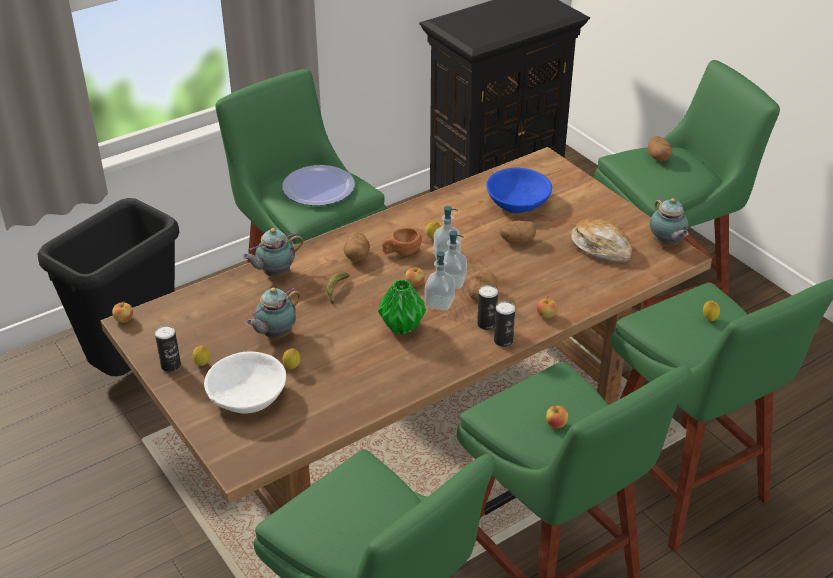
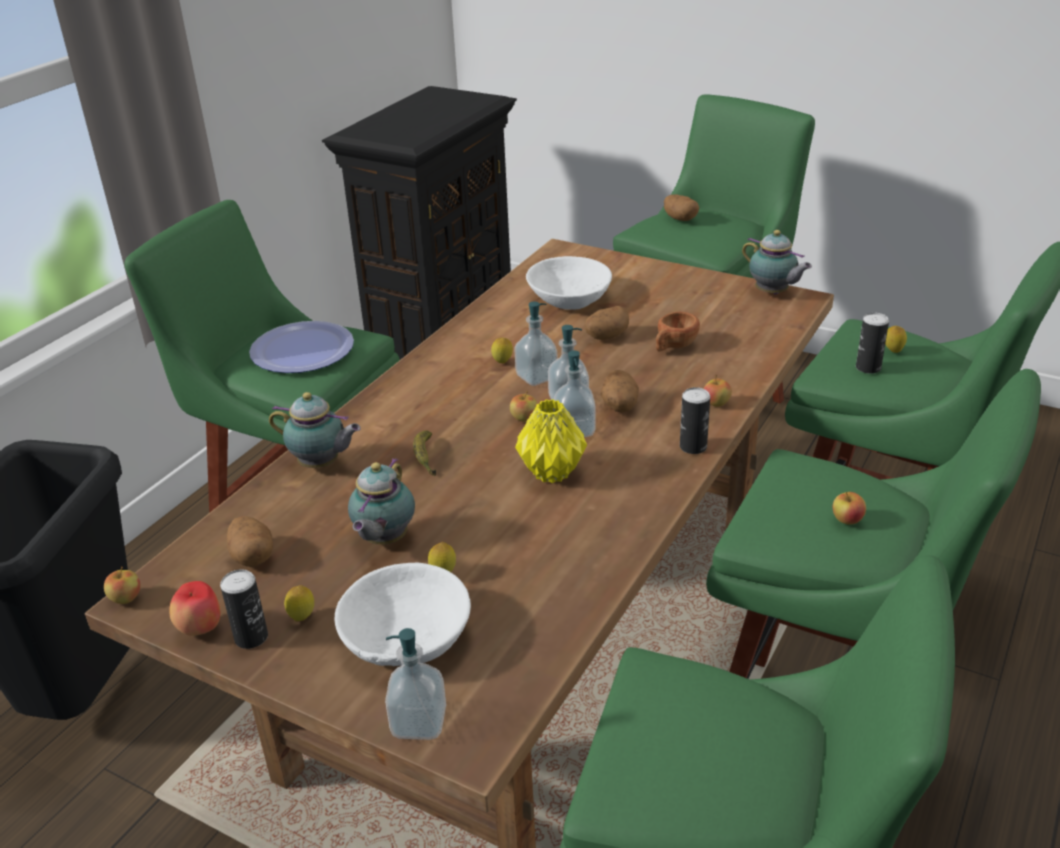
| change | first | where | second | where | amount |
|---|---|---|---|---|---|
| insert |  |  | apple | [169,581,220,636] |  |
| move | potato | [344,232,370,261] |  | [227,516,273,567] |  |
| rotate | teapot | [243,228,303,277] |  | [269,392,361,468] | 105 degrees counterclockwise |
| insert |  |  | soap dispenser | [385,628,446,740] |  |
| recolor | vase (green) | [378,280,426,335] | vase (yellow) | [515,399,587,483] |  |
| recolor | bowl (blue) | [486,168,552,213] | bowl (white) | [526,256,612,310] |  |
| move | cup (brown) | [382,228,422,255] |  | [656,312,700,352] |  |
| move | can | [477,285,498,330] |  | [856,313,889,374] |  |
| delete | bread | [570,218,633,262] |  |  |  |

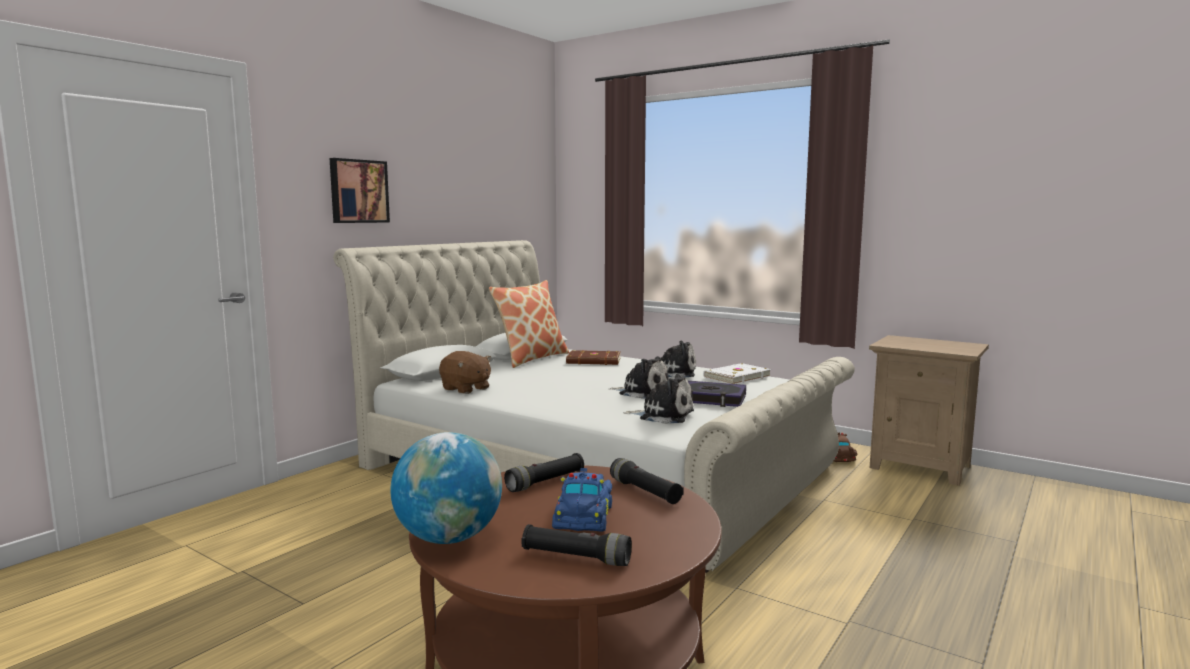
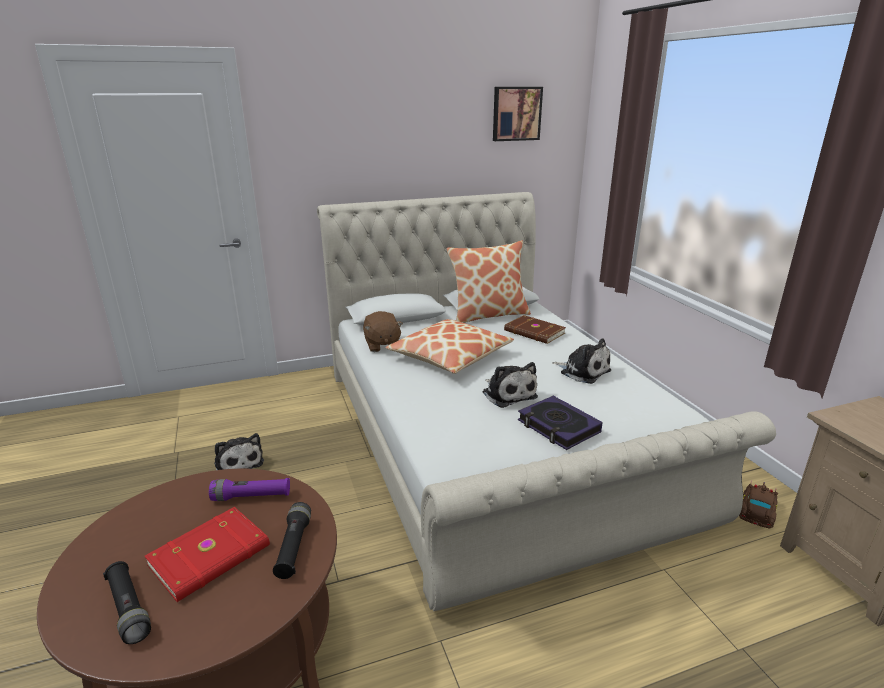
| change | first | where | second | where | amount |
|---|---|---|---|---|---|
| replace | toy car (blue) | [552,468,612,532] | book (red) | [145,507,270,602] |  |
| recolor | flashlight (black) | [504,453,584,492] | flashlight (purple) | [209,478,290,501] |  |
| move | plush toy | [624,374,694,424] |  | [214,433,264,470] |  |
| insert |  |  | pillow | [386,319,514,374] |  |
| move | picture | [330,158,390,223] |  | [493,87,543,141] |  |
| delete | globe | [390,432,502,544] |  |  |  |
| delete | book (white) | [703,363,771,384] |  |  |  |

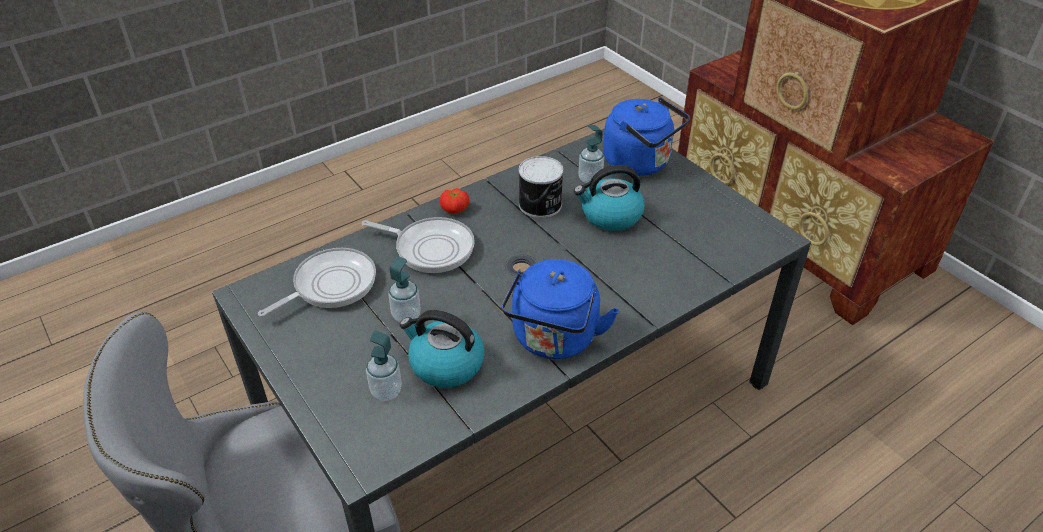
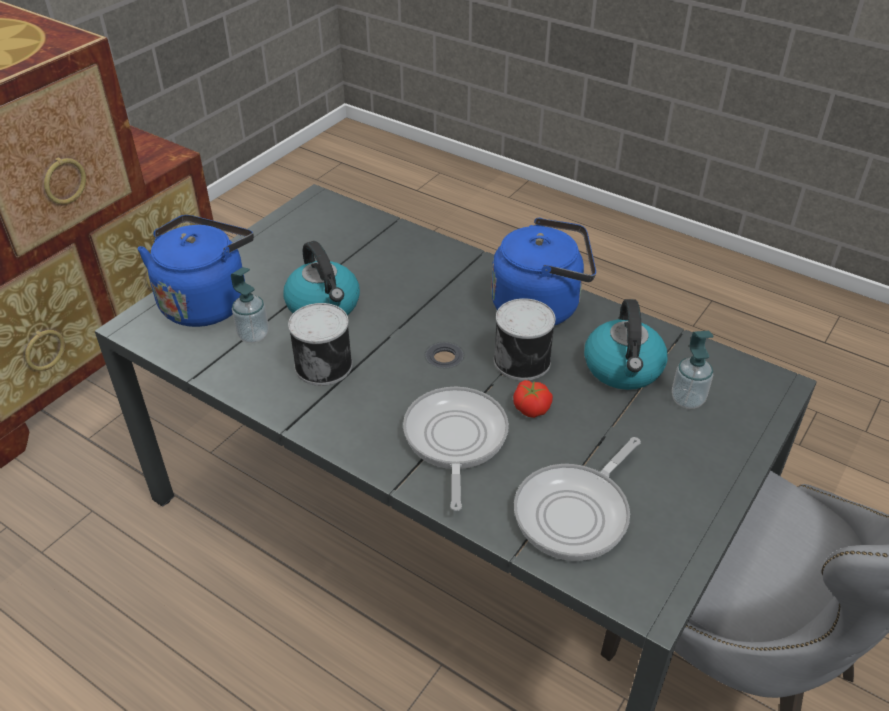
| change | first | where | second | where | amount |
|---|---|---|---|---|---|
| insert |  |  | can | [494,298,556,381] |  |
| move | tomato | [440,188,470,214] |  | [513,380,553,418] |  |
| rotate | frying pan | [258,248,376,317] |  | [514,437,641,561] | 75 degrees counterclockwise |
| delete | soap dispenser | [389,256,420,323] |  |  |  |

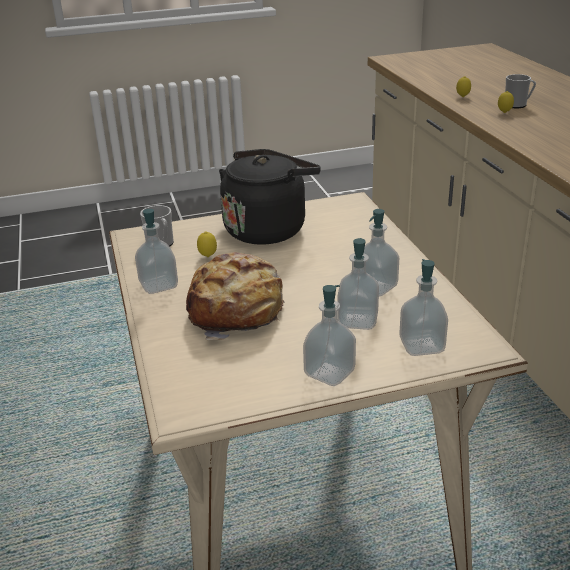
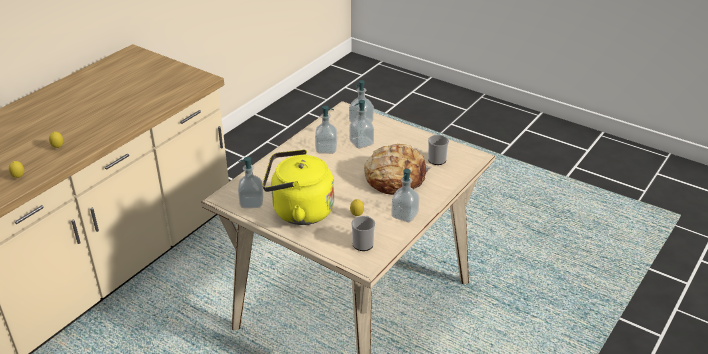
| change | first | where | second | where | amount |
|---|---|---|---|---|---|
| move | soap dispenser | [303,285,356,386] |  | [238,157,263,208] |  |
| recolor | kettle (black) | [219,149,321,244] | kettle (yellow) | [262,149,334,225] |  |
| move | mug | [505,74,536,108] |  | [428,135,449,165] |  |

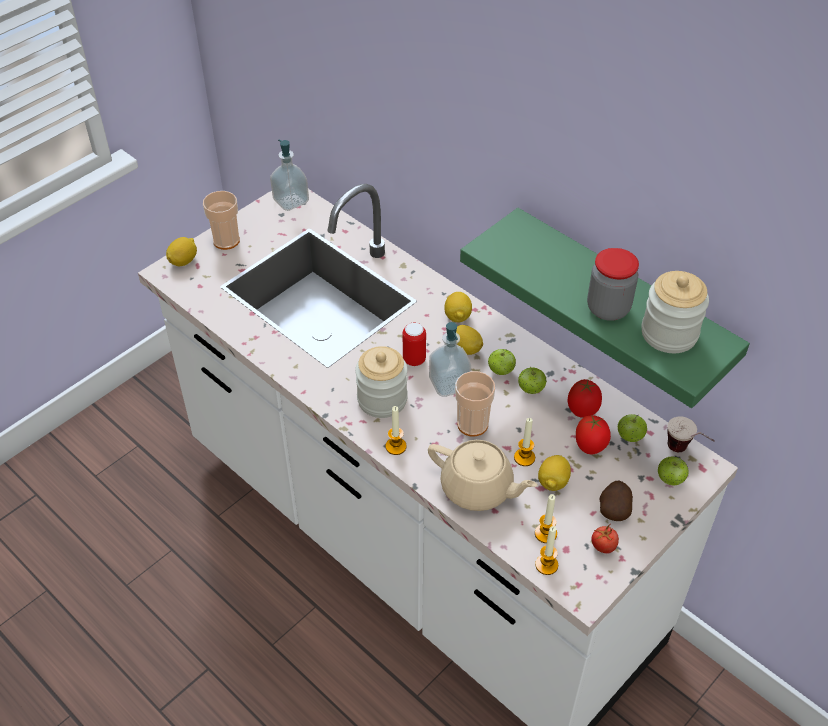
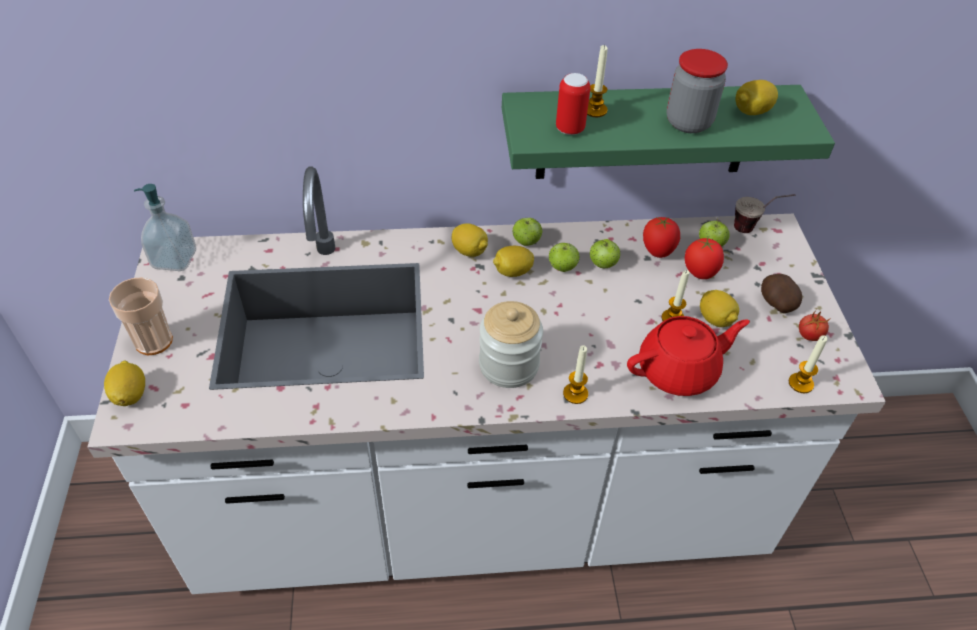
| change | first | where | second | where | amount |
|---|---|---|---|---|---|
| move | apple | [658,457,689,485] |  | [513,218,542,246] |  |
| move | can | [403,323,426,366] |  | [556,73,590,135] |  |
| move | candle | [535,494,557,543] |  | [587,45,608,117] |  |
| recolor | teapot (beige) | [428,440,538,511] | teapot (red) | [627,316,750,396] |  |
| replace | jar | [641,271,709,353] | lemon | [736,80,778,115] |  |
| delete | soap dispenser | [429,322,471,397] |  |  |  |
| delete | cup | [455,371,495,437] |  |  |  |

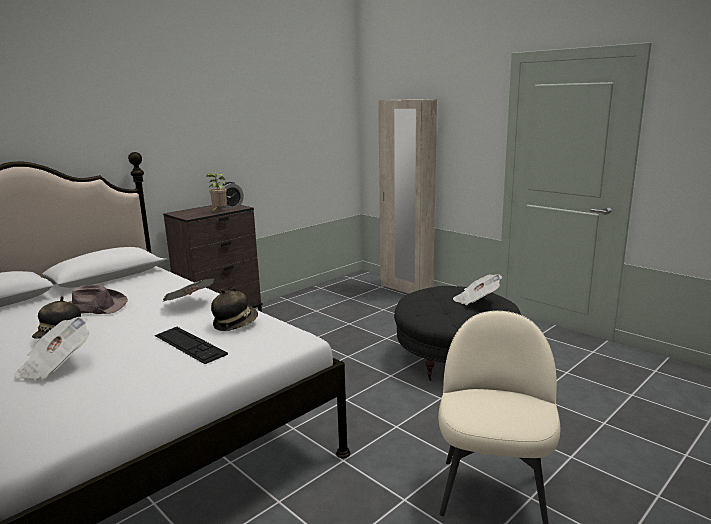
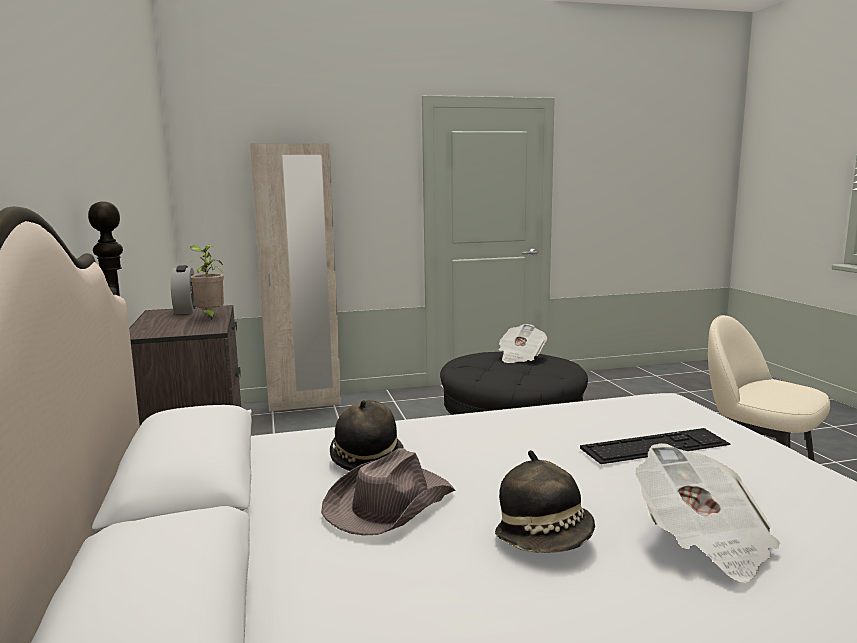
| change | first | where | second | where | amount |
|---|---|---|---|---|---|
| move | hat | [211,289,258,331] |  | [330,400,404,471] |  |
| delete | newspaper | [162,279,214,302] |  |  |  |

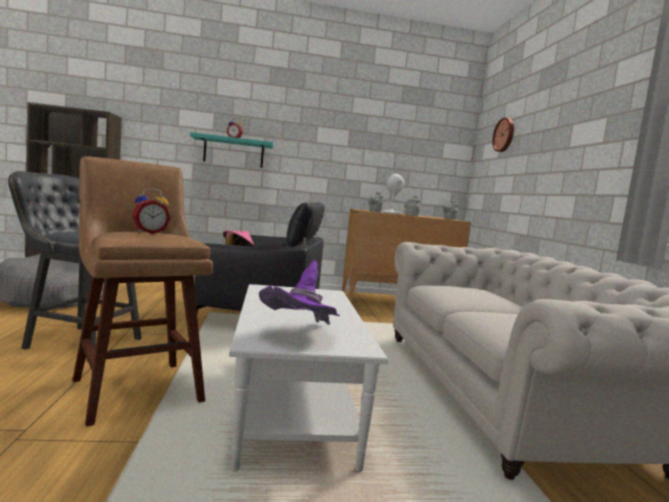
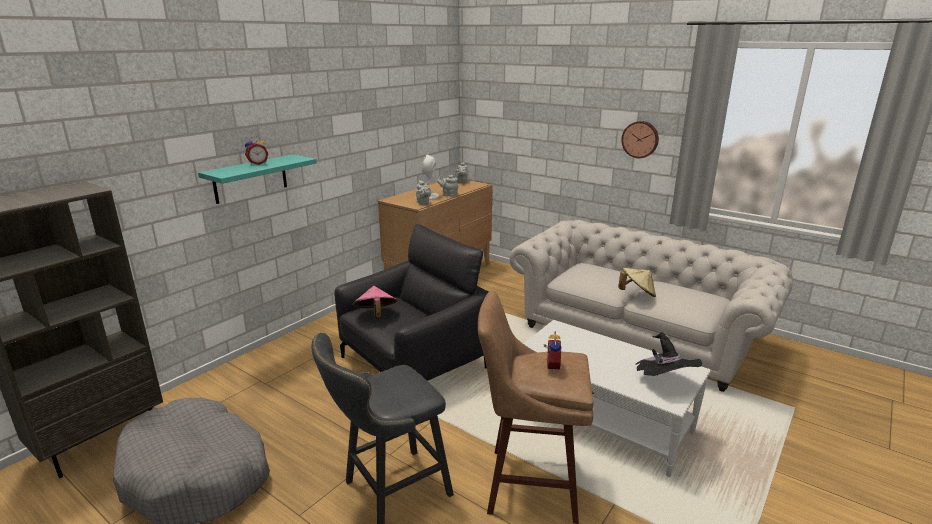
| change | first | where | second | where | amount |
|---|---|---|---|---|---|
| insert |  |  | hat (beige) | [618,268,656,297] |  |
| move | wall clock | [492,117,514,152] |  | [621,121,659,158] |  |
| recolor | hat (purple) | [259,260,340,324] | hat (black) | [635,332,702,376] |  |

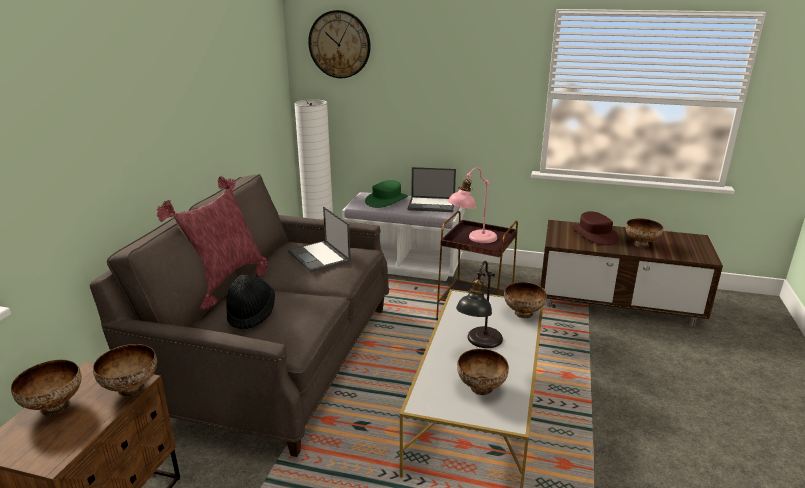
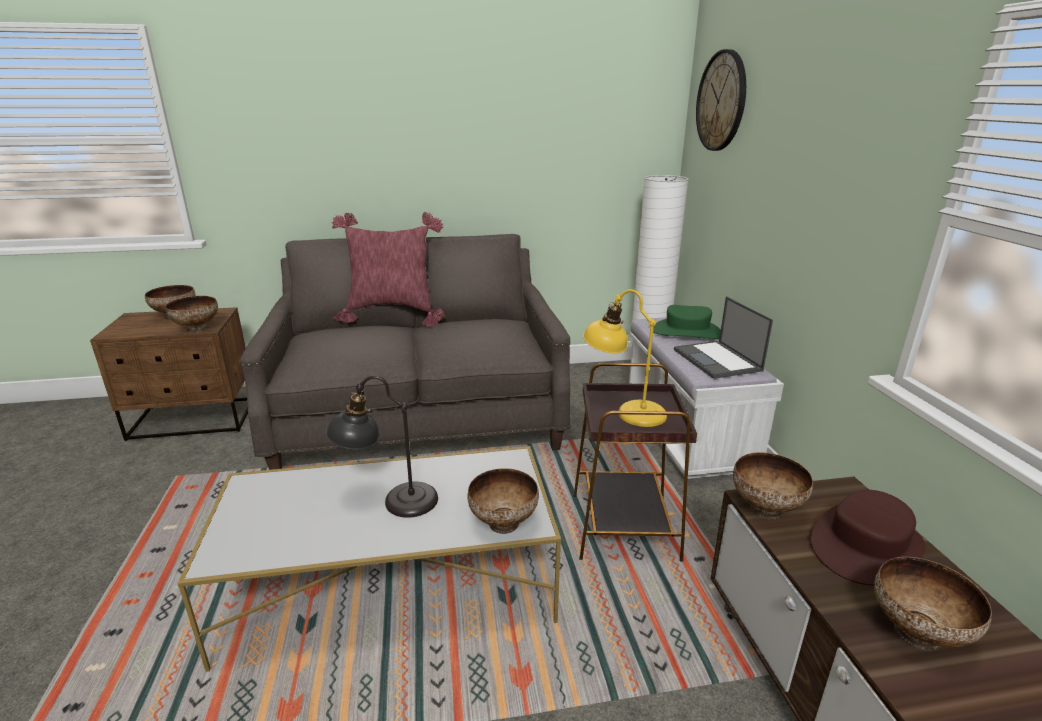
| change | first | where | second | where | amount |
|---|---|---|---|---|---|
| recolor | table lamp (pink) | [448,167,497,243] | table lamp (yellow) | [583,289,667,427] |  |
| move | bowl | [457,349,509,395] |  | [733,452,813,520] |  |
| delete | hat (black) | [226,275,275,329] |  |  |  |
| delete | laptop | [288,207,351,273] |  |  |  |

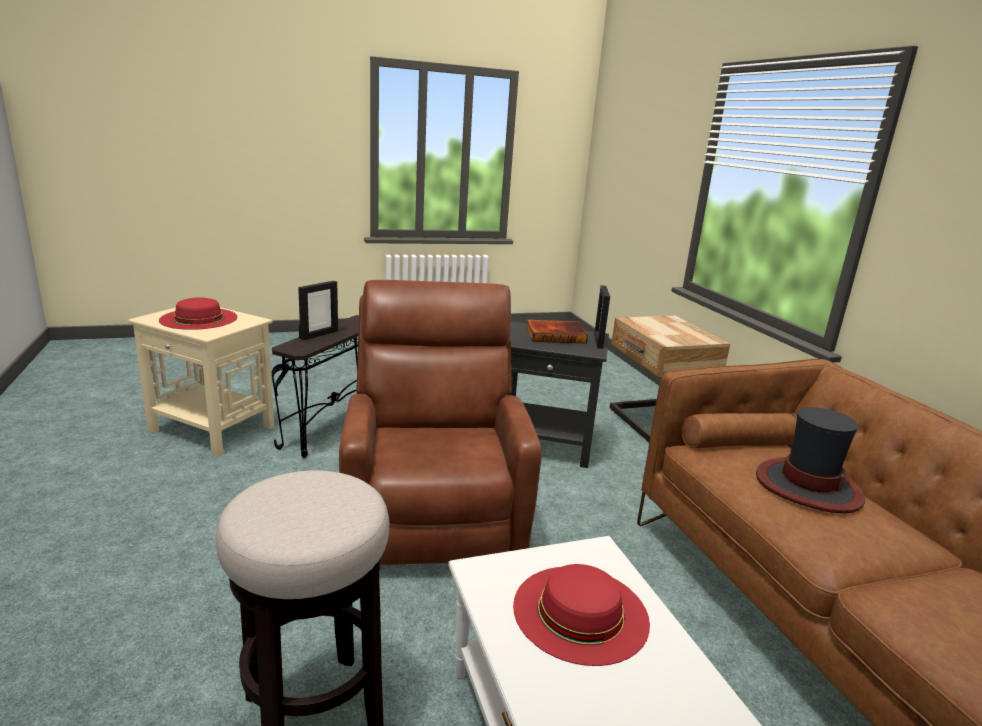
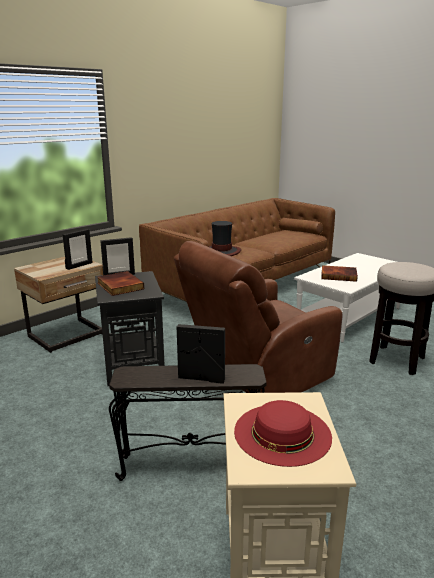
| change | first | where | second | where | amount |
|---|---|---|---|---|---|
| insert |  |  | picture frame | [63,229,93,270] |  |
| replace | hat (red) | [513,564,650,666] | book | [321,265,358,282] |  |

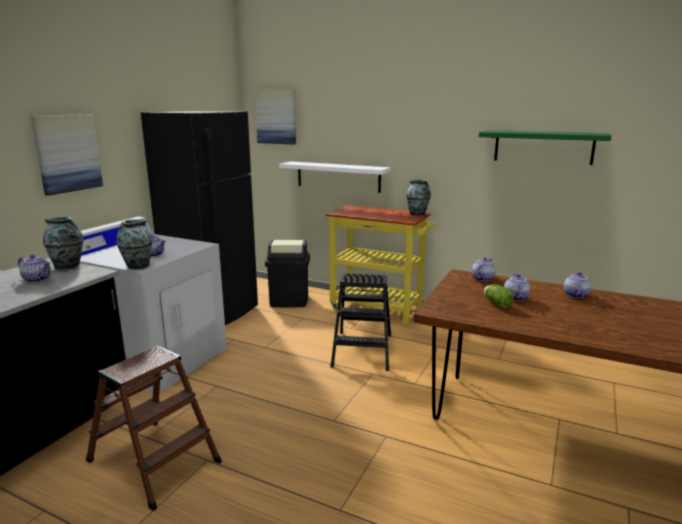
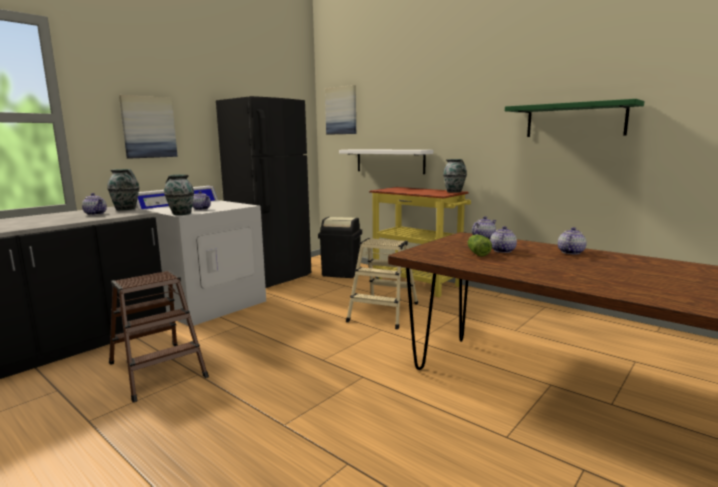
| change | first | where | second | where | amount |
|---|---|---|---|---|---|
| recolor | step ladder (black) | [330,273,391,371] | step ladder (beige) | [346,238,418,330] |  |

